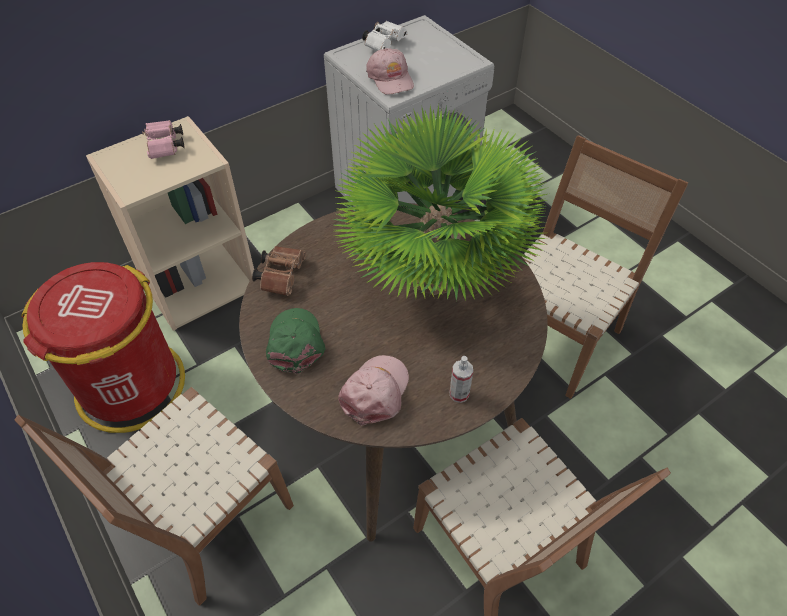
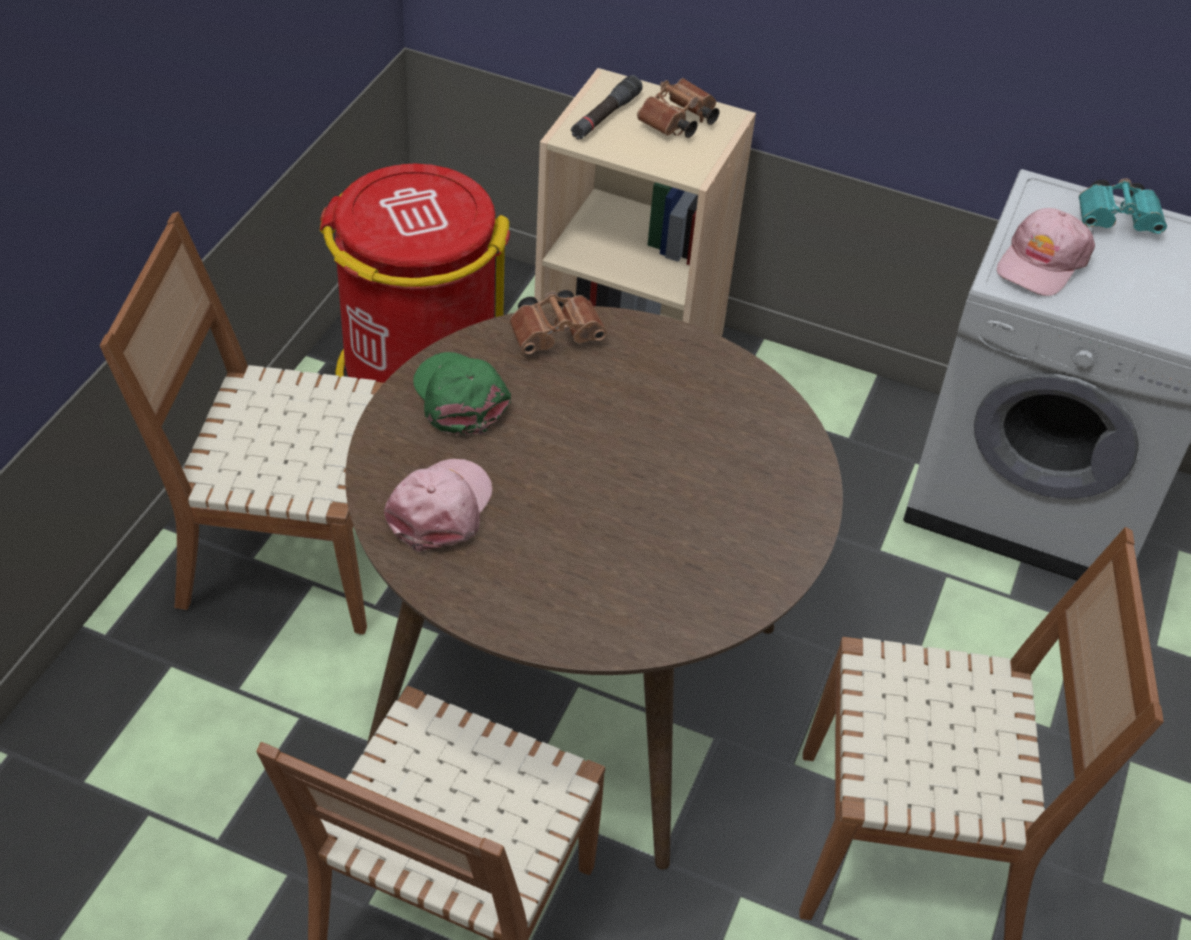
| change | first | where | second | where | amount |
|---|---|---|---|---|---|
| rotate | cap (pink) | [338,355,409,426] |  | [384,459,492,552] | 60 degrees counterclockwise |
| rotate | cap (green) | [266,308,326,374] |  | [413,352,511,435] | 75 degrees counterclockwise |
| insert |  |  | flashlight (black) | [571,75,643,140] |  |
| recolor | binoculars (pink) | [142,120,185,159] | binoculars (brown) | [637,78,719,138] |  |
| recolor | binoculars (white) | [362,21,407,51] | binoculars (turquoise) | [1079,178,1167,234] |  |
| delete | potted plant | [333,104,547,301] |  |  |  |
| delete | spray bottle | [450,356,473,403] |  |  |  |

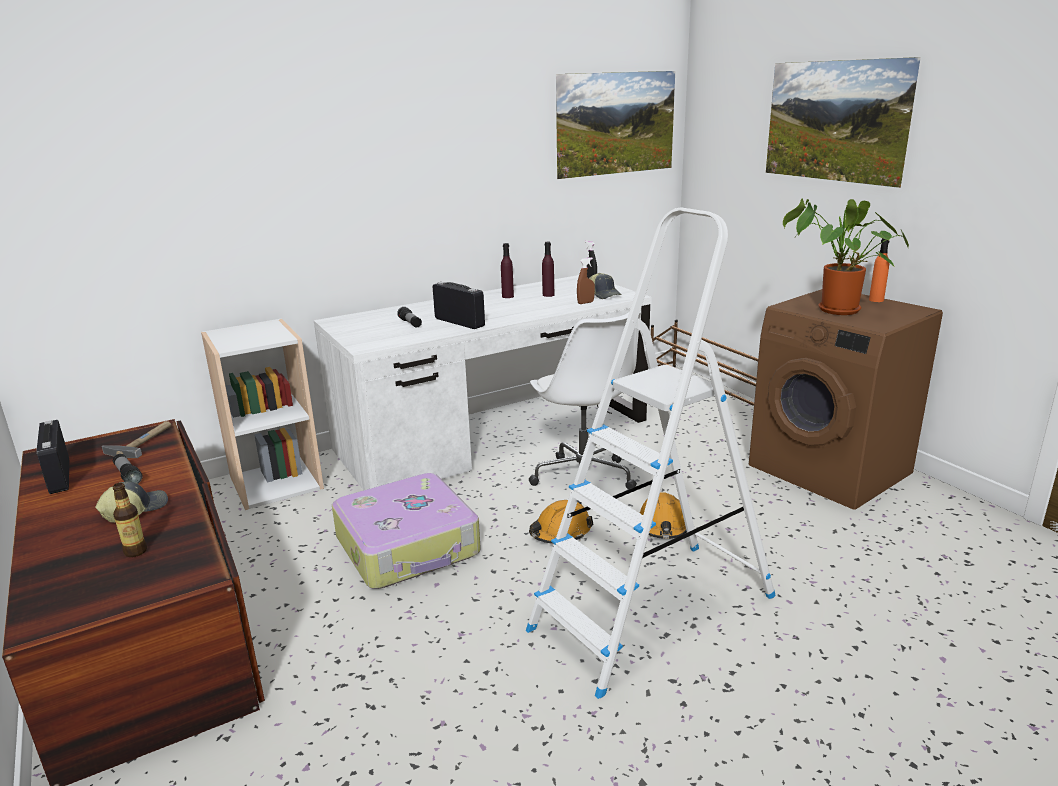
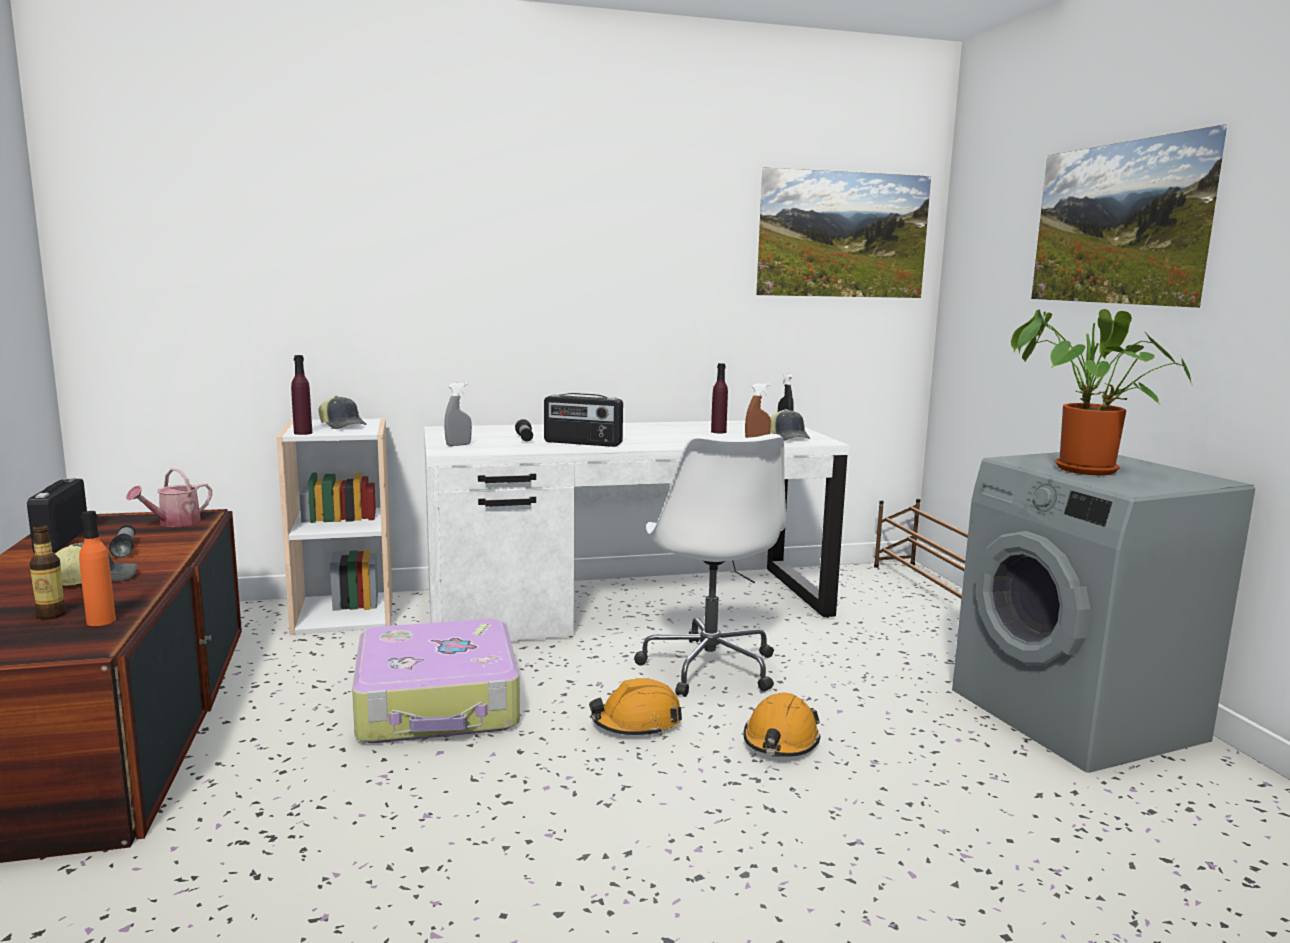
| change | first | where | second | where | amount |
|---|---|---|---|---|---|
| move | bottle (orange) | [869,238,890,302] |  | [79,511,116,626] |  |
| replace | hammer | [102,421,171,458] | watering can | [126,468,212,527] |  |
| move | bottle (purple) | [501,243,514,298] |  | [291,355,312,435] |  |
| insert |  |  | cap | [319,396,367,429] |  |
| insert |  |  | spray bottle (grey) | [444,382,472,446] |  |
| rotate | radio | [433,282,485,329] |  | [544,393,623,447] | 135 degrees clockwise |
| recolor | washing machine (brown) | [749,289,943,510] | washing machine (grey) | [952,452,1255,773] |  |
| delete | step ladder (white) | [526,208,776,699] |  |  |  |

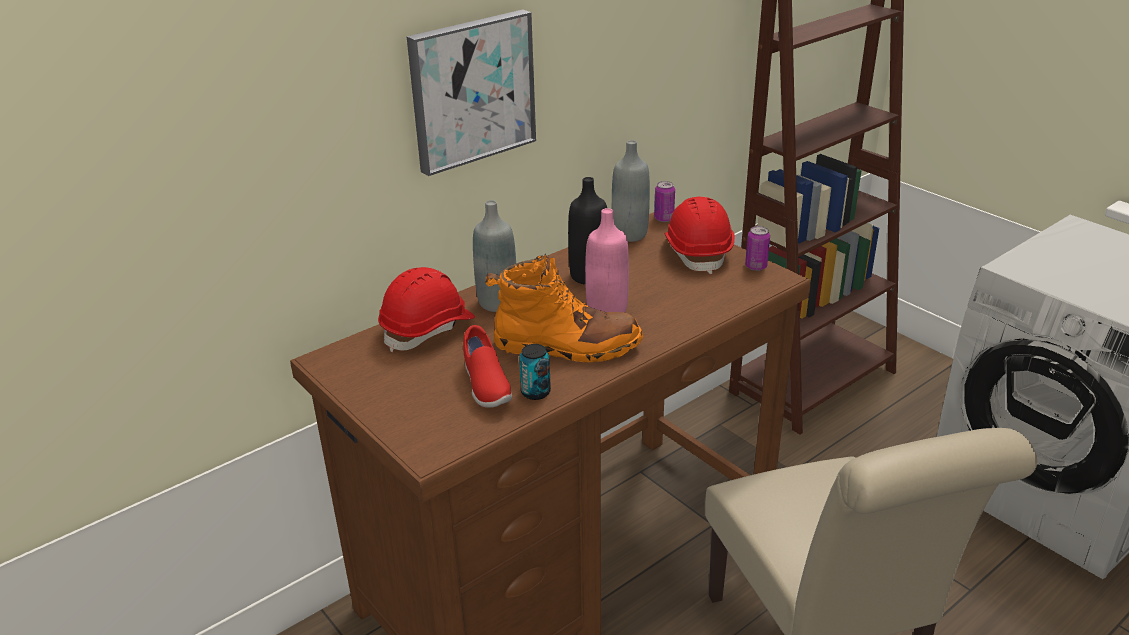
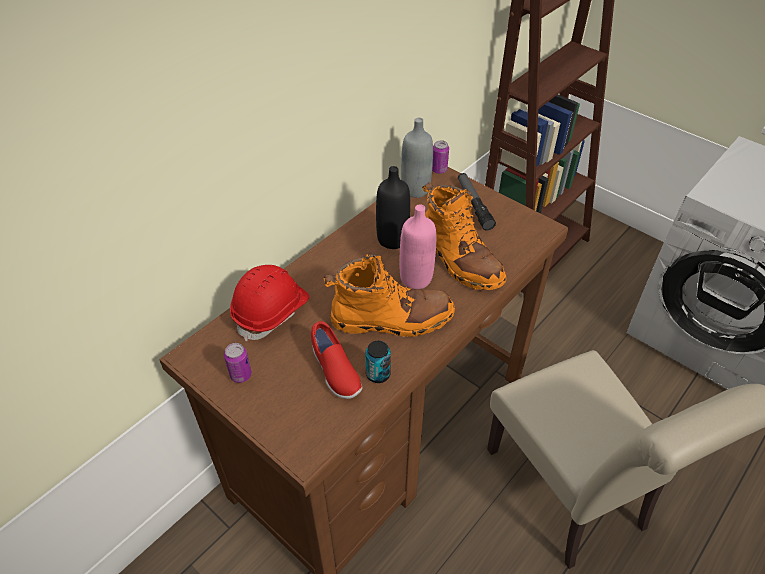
| change | first | where | second | where | amount |
|---|---|---|---|---|---|
| move | can | [745,226,770,271] |  | [224,343,252,383] |  |
| insert |  |  | boot (orange) | [422,182,507,290] |  |
| replace | hard hat (red) | [664,197,735,274] | flashlight | [458,173,496,231] |  |
| delete | picture | [406,9,536,176] |  |  |  |
| delete | bottle (grey) | [473,200,516,312] |  |  |  |

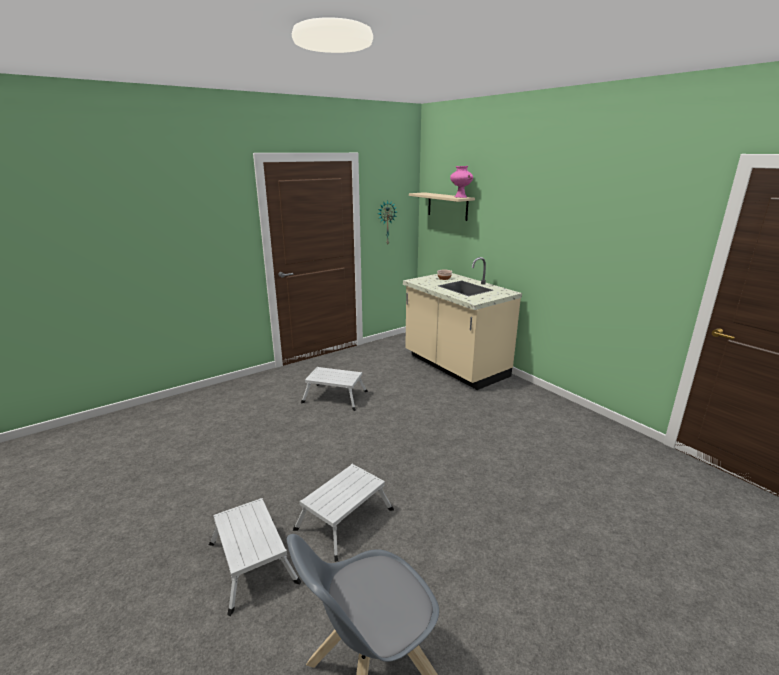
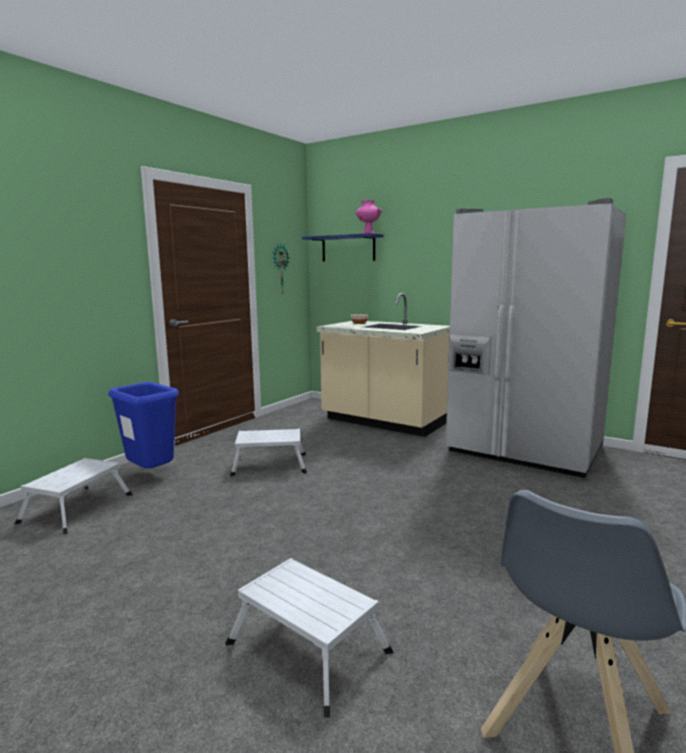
| change | first | where | second | where | amount |
|---|---|---|---|---|---|
| move | step ladder (white) | [293,464,394,562] |  | [14,458,133,534] |  |
| insert |  |  | trash can (blue) | [108,382,179,468] |  |
| recolor | shelf (beige) | [409,192,475,221] | shelf (blue) | [302,233,384,262] |  |
| insert |  |  | fridge (white) | [446,198,626,479] |  |

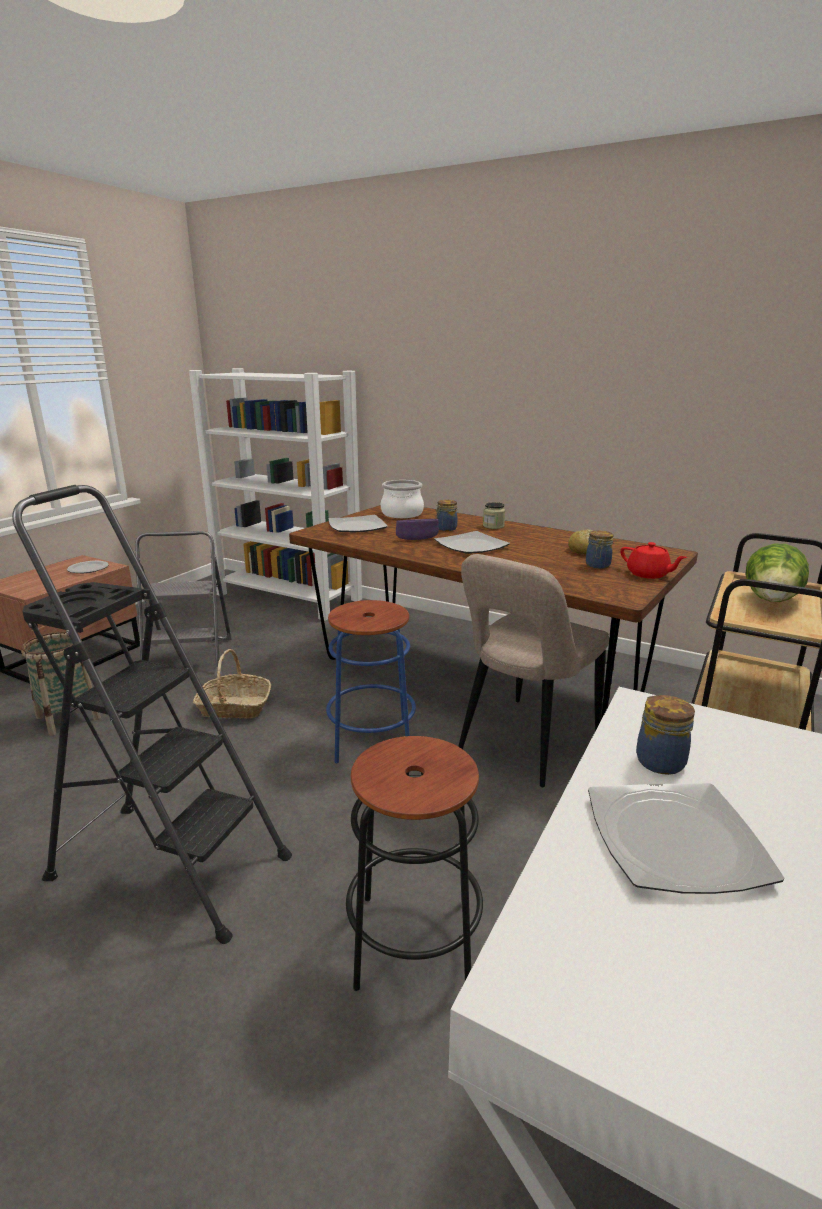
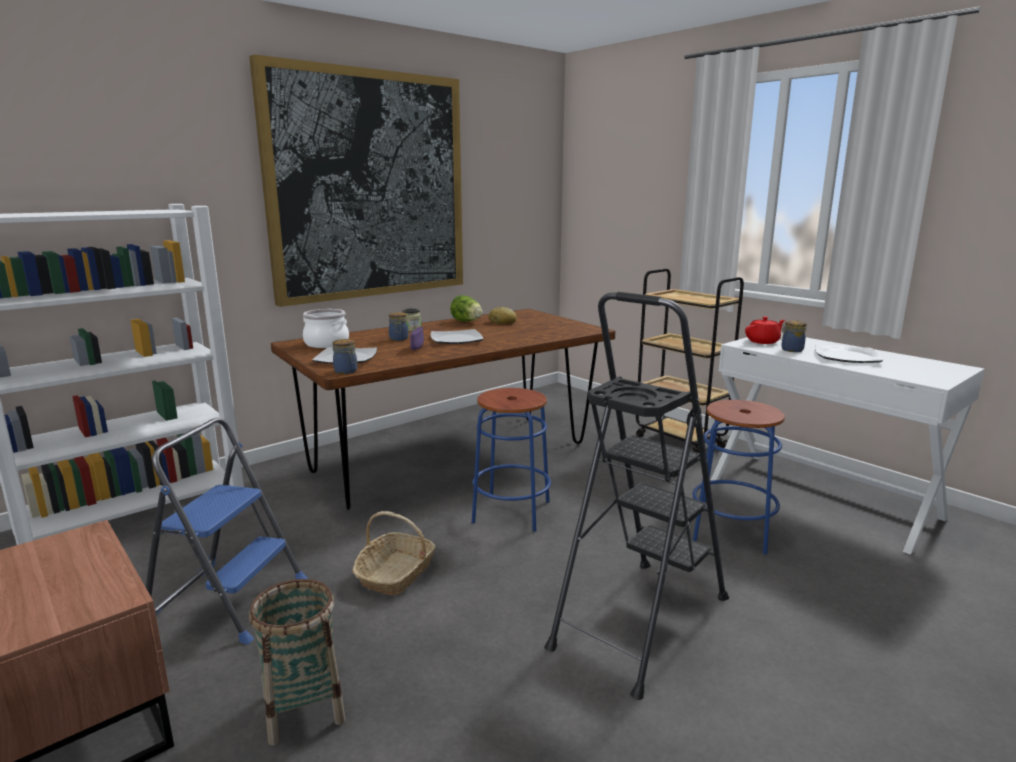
| change | first | where | second | where | amount |
|---|---|---|---|---|---|
| recolor | step ladder (grey) | [135,531,232,676] | step ladder (blue) | [146,418,308,644] |  |
| insert |  |  | picture | [249,54,463,307] |  |
| move | jar | [586,530,614,569] |  | [333,339,357,374] |  |
| move | lettuce | [745,544,809,602] |  | [450,295,483,322] |  |
| recolor | stool (black) | [346,736,483,991] | stool (blue) | [693,400,785,555] |  |
| move | teapot (red) | [620,542,687,579] |  | [745,317,785,344] |  |
| delete | plate | [67,561,109,573] |  |  |  |
| delete | chair (beige) | [458,554,609,787] |  |  |  |

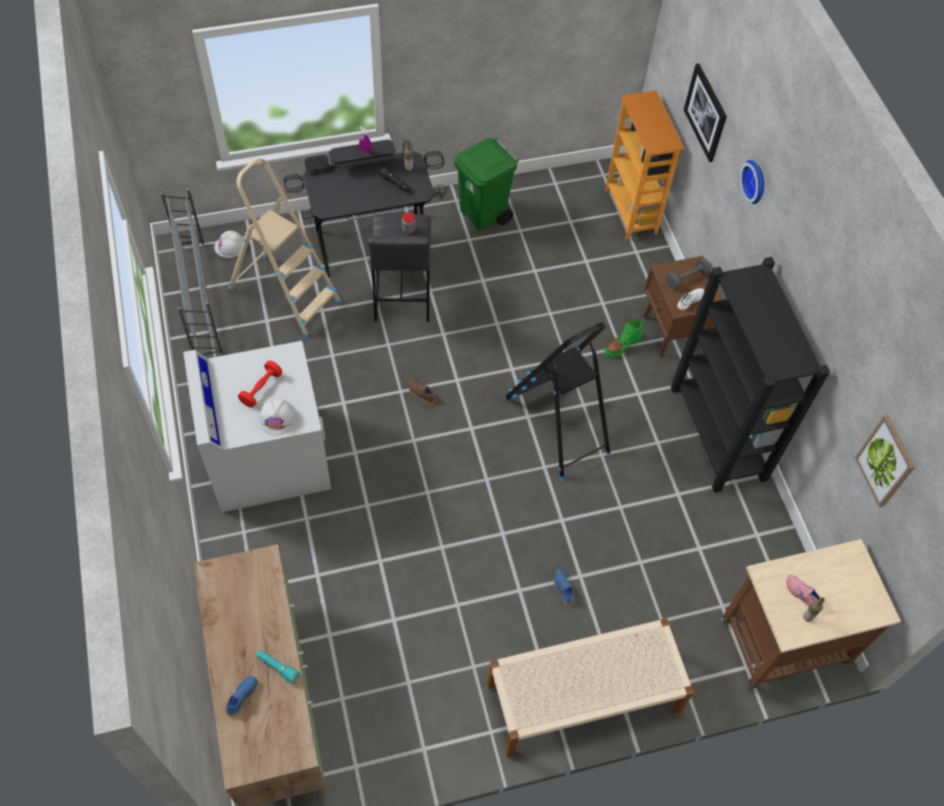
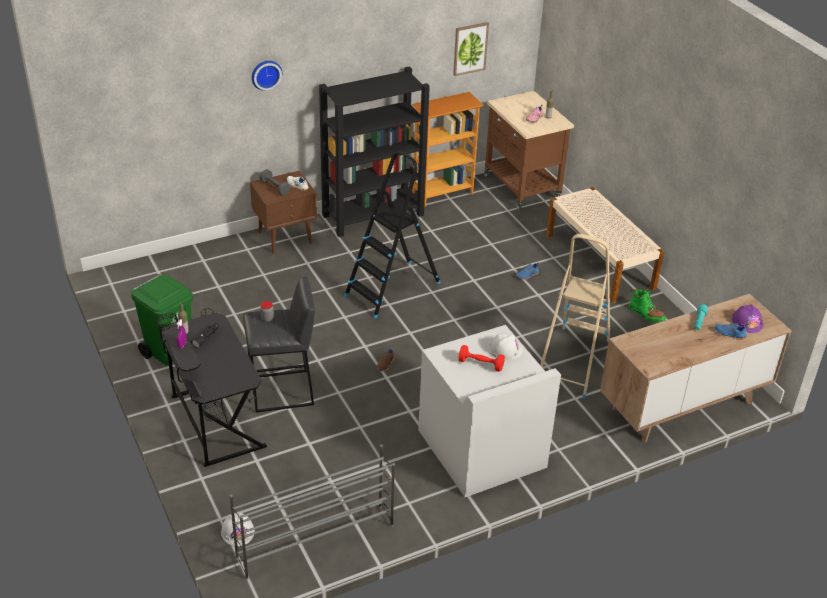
| change | first | where | second | where | amount |
|---|---|---|---|---|---|
| move | bookcase | [605,90,685,240] |  | [412,92,484,206] |  |
| move | step ladder (beige) | [228,158,342,338] |  | [540,234,610,399] |  |
| move | boot (green) | [604,318,646,357] |  | [629,289,666,323] |  |
| insert |  |  | hard hat (purple) | [732,305,763,333] |  |
| delete | picture | [684,63,727,162] |  |  |  |

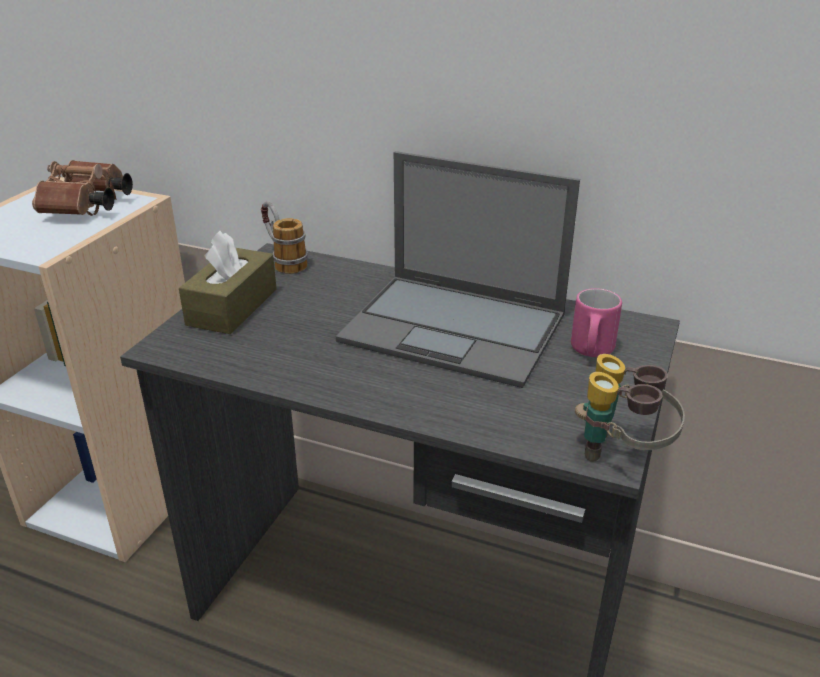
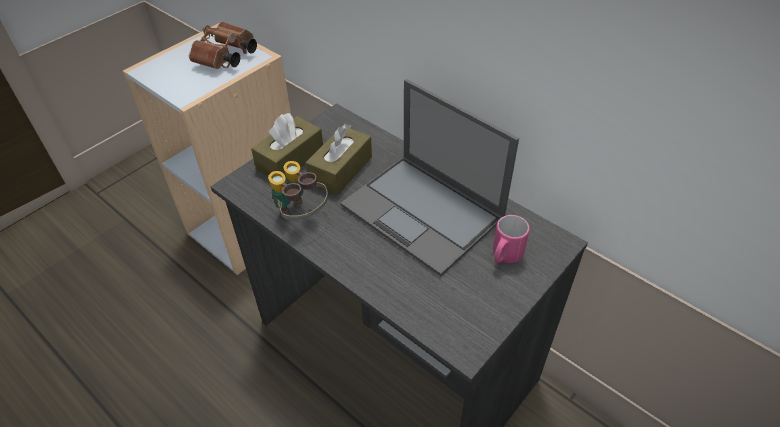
| change | first | where | second | where | amount |
|---|---|---|---|---|---|
| move | binoculars | [575,354,685,462] |  | [268,161,328,220] |  |
| insert |  |  | tissue box (brown) | [305,124,372,196] |  |
| delete | mug | [261,201,308,274] |  |  |  |

